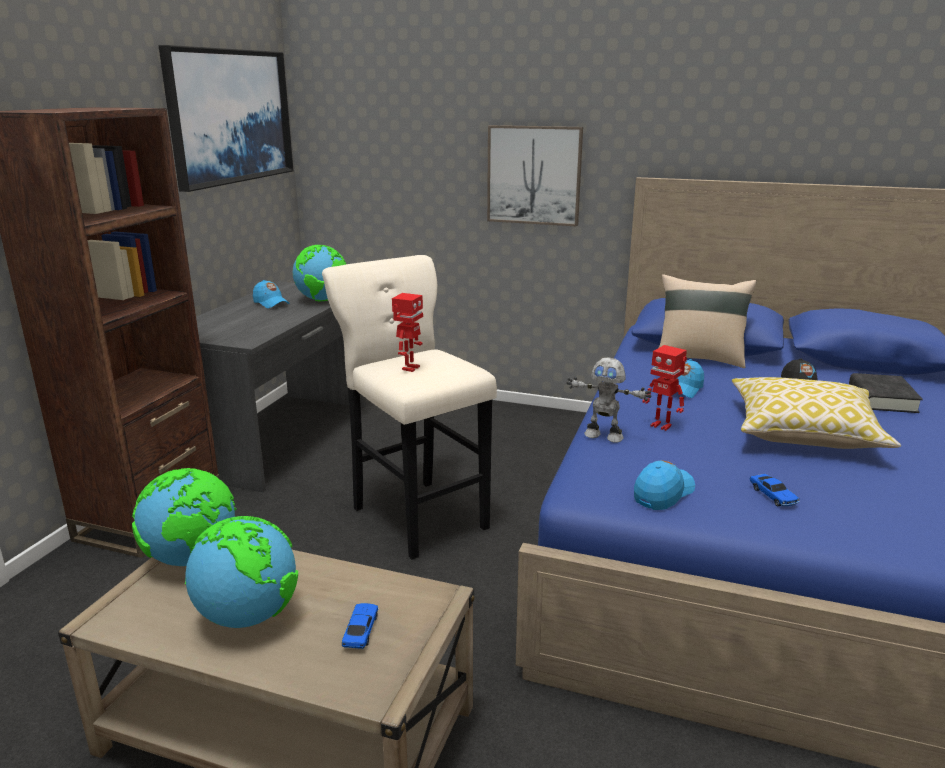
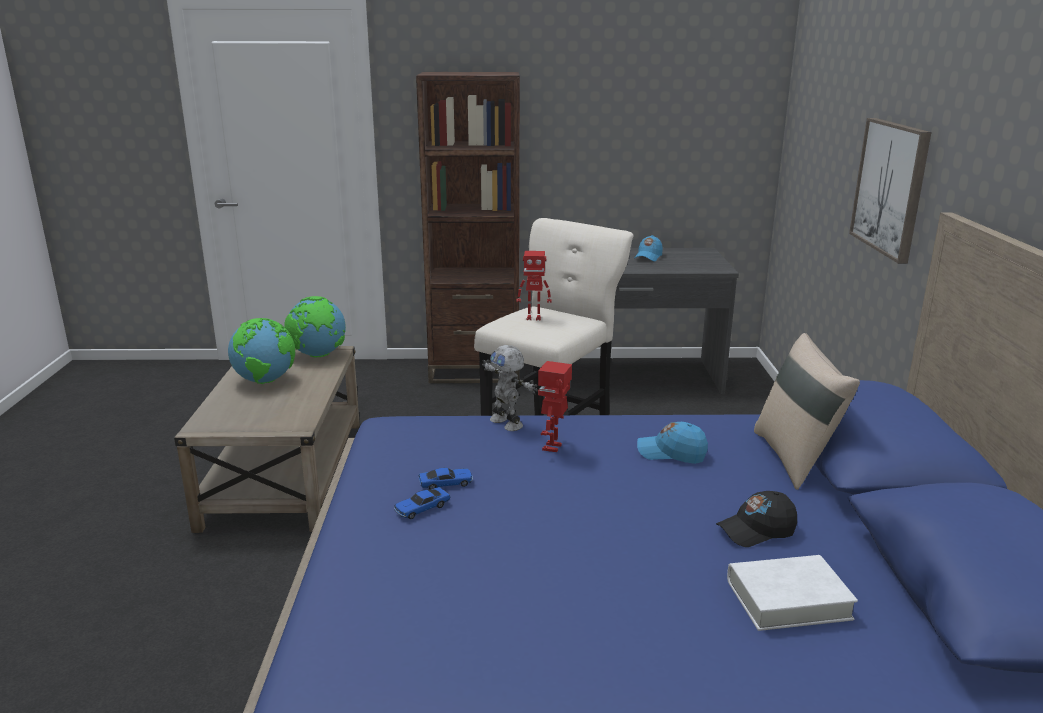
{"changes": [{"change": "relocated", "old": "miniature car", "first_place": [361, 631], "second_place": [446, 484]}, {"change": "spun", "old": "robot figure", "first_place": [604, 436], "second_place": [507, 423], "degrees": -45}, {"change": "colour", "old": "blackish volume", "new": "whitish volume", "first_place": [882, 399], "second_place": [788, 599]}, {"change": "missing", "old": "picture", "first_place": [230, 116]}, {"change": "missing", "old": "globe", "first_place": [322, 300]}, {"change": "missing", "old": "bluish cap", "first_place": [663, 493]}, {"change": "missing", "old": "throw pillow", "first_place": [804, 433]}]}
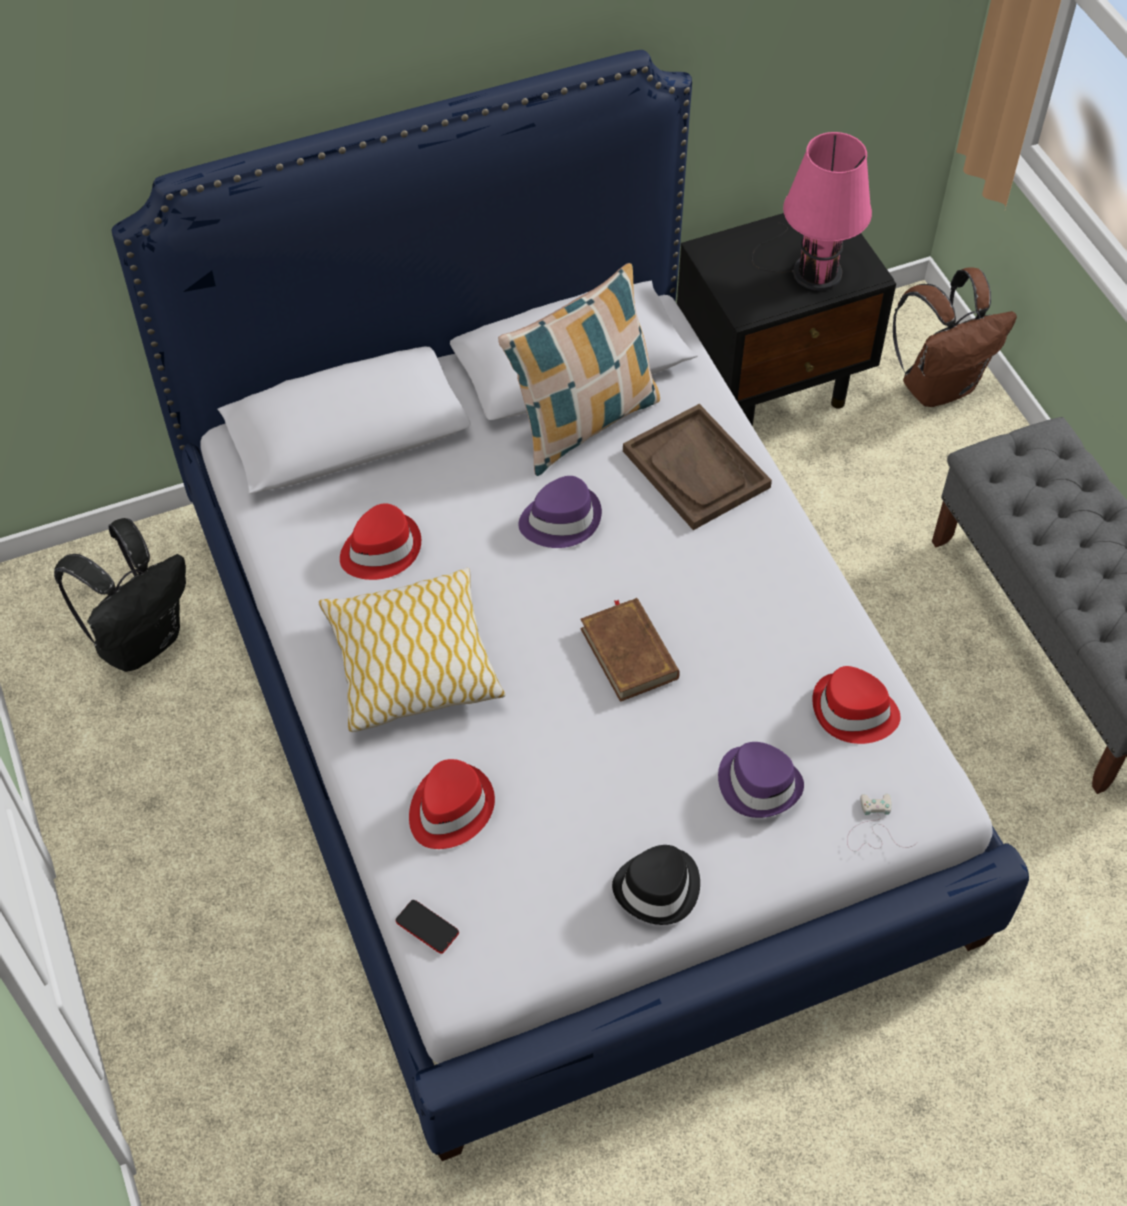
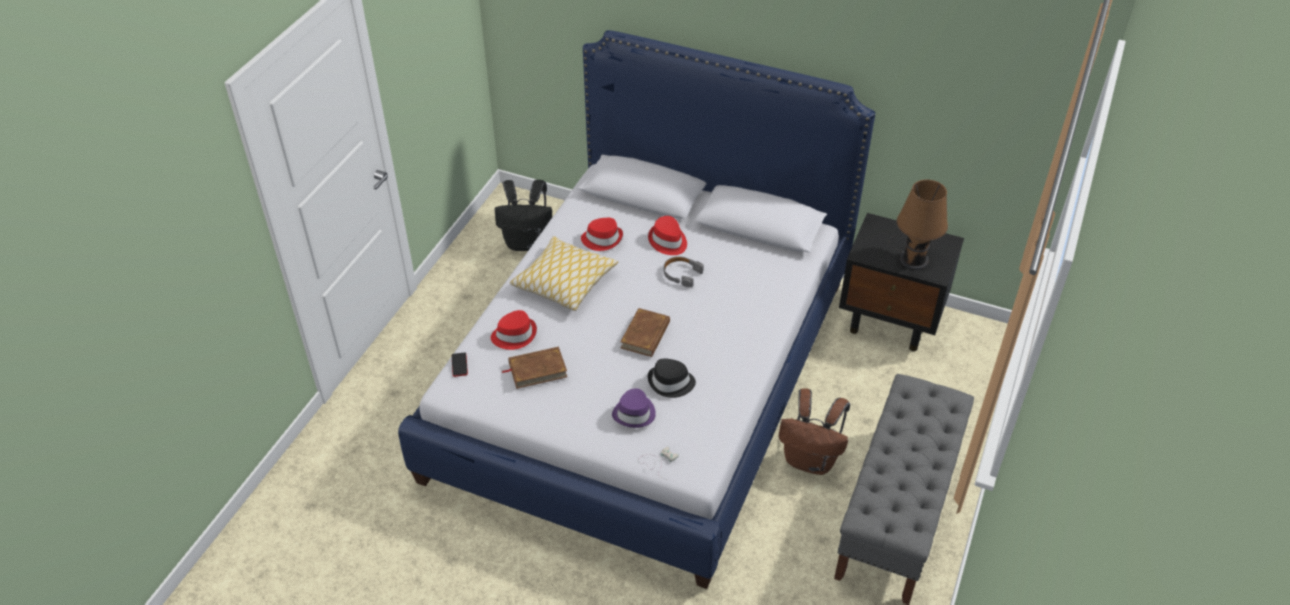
{"changes": [{"change": "appeared", "new": "brown-coloured volume", "second_place": [537, 370]}, {"change": "relocated", "old": "reddish hat", "first_place": [854, 712], "second_place": [667, 241]}, {"change": "relocated", "old": "blackish hat", "first_place": [658, 888], "second_place": [671, 383]}, {"change": "exchanged", "old": "purple hat", "new": "grey headphones", "first_place": [560, 519], "second_place": [681, 274]}, {"change": "relocated", "old": "brown-coloured backpack", "first_place": [939, 385], "second_place": [811, 460]}, {"change": "colour", "old": "pink tabletop lamp", "new": "brown-coloured tabletop lamp", "first_place": [811, 270], "second_place": [912, 257]}, {"change": "missing", "old": "throw pillow", "first_place": [583, 422]}, {"change": "missing", "old": "brown-coloured carrying tray", "first_place": [696, 469]}]}
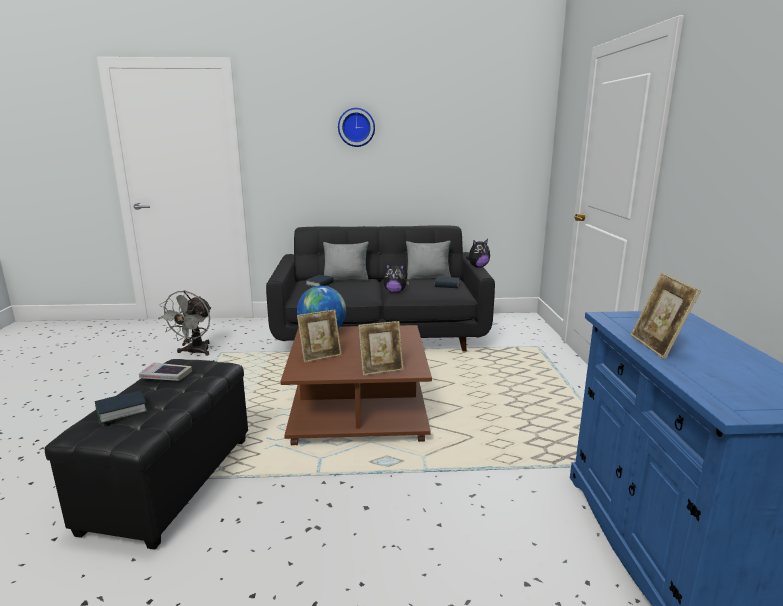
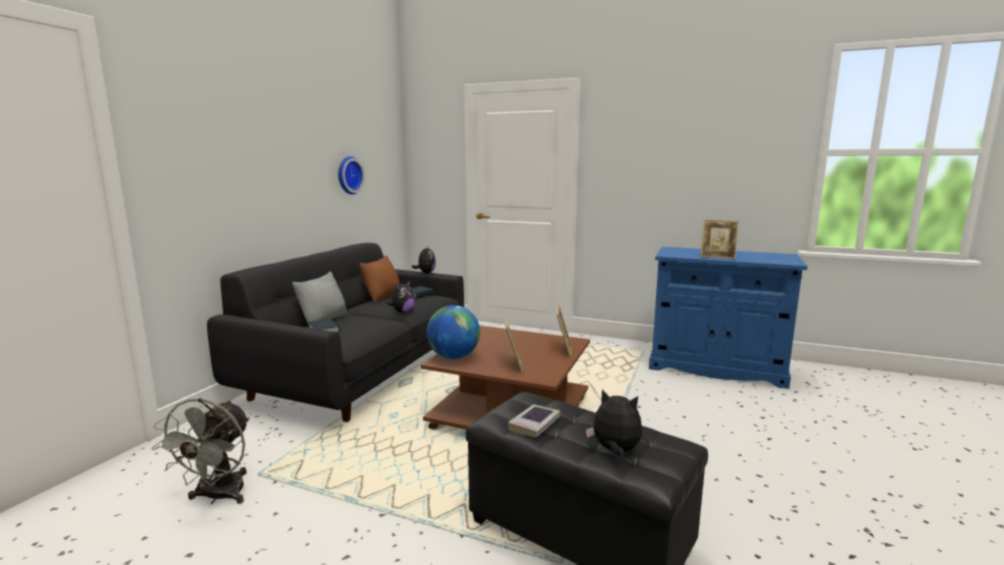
{"changes": [{"change": "spun", "old": "grey fan", "first_place": [194, 352], "second_place": [218, 497], "degrees": 60}, {"change": "relocated", "old": "hanging clock", "first_place": [356, 127], "second_place": [348, 175]}, {"change": "colour", "old": "grey throw pillow", "new": "brown-coloured throw pillow", "first_place": [428, 278], "second_place": [382, 296]}, {"change": "exchanged", "old": "volume", "new": "plush toy", "first_place": [121, 411], "second_place": [615, 451]}]}
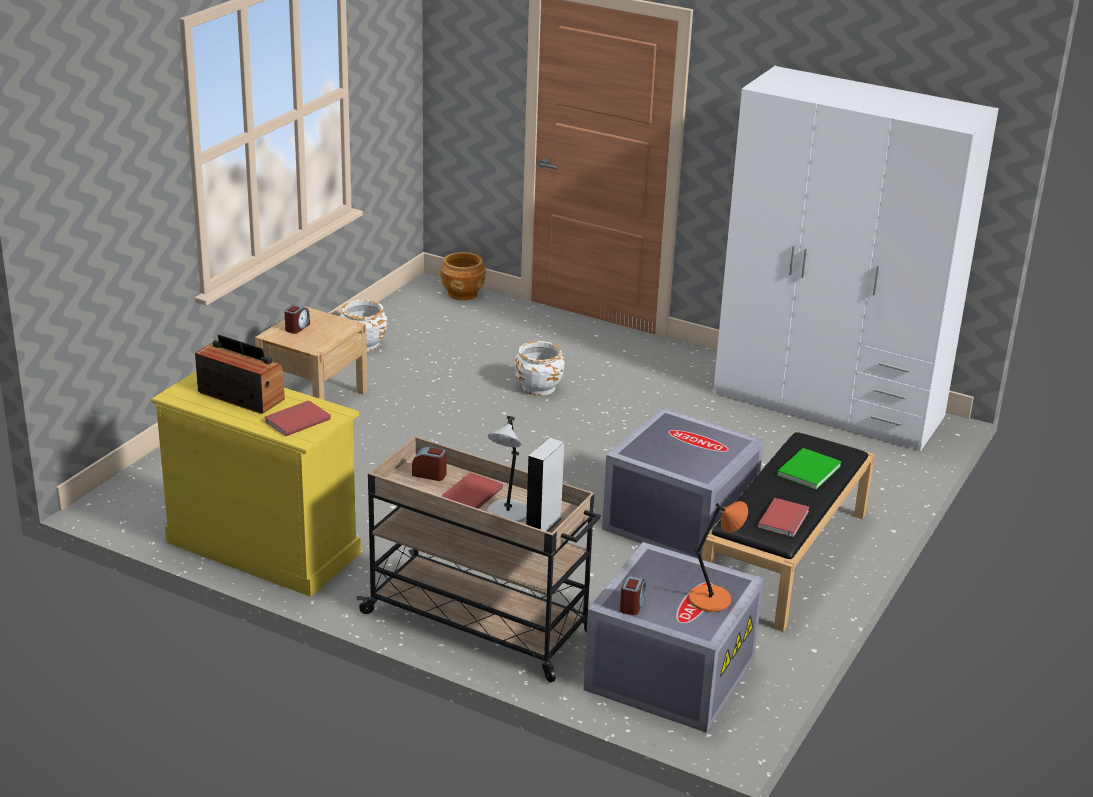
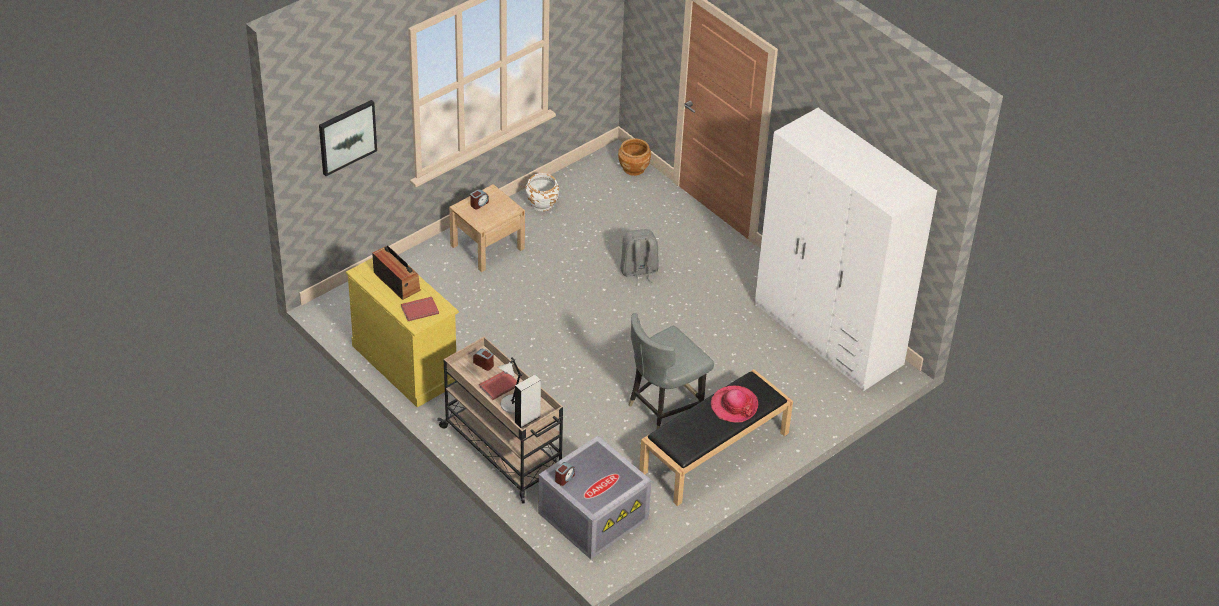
{"changes": [{"change": "appeared", "new": "picture", "second_place": [347, 136]}, {"change": "exchanged", "old": "whitish flower pot", "new": "grey backpack", "first_place": [538, 387], "second_place": [639, 272]}, {"change": "exchanged", "old": "grey storage box", "new": "grey plain chair", "first_place": [676, 521], "second_place": [663, 407]}, {"change": "exchanged", "old": "greenish volume", "new": "hat", "first_place": [806, 471], "second_place": [734, 405]}, {"change": "missing", "old": "orange-coloured tabletop lamp", "first_place": [712, 598]}, {"change": "missing", "old": "reddish volume", "first_place": [785, 520]}]}
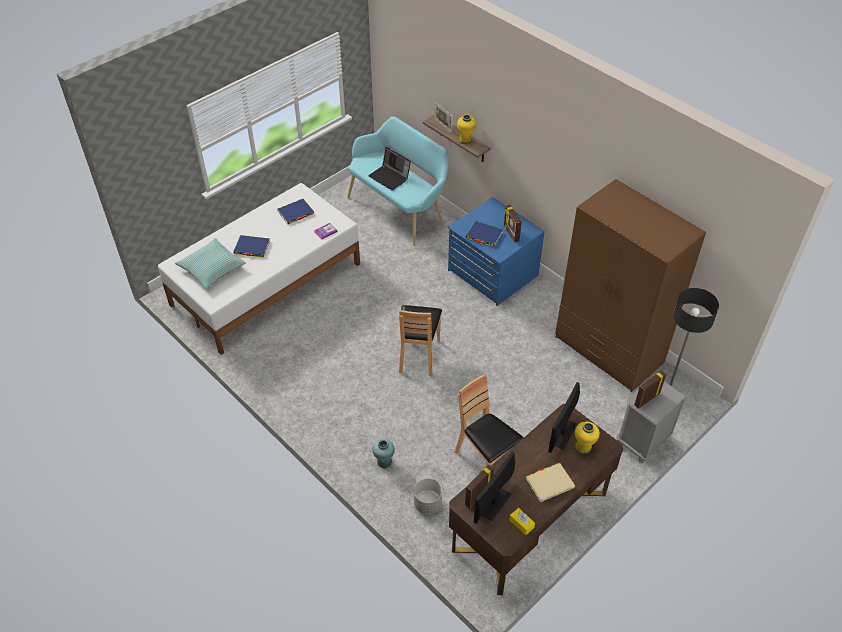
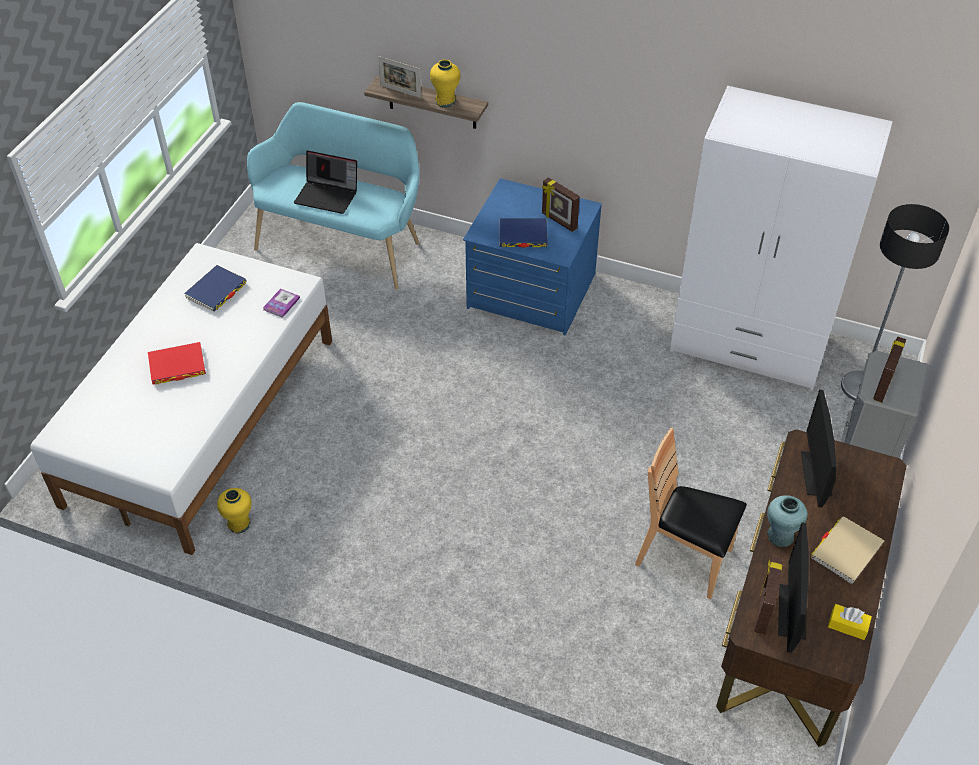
{"changes": [{"change": "colour", "old": "bluish volume", "new": "reddish volume", "first_place": [252, 248], "second_place": [177, 366]}, {"change": "relocated", "old": "yellow flower vase", "first_place": [583, 446], "second_place": [239, 523]}, {"change": "colour", "old": "brown-coloured clothes cupboard", "new": "whitish clothes cupboard", "first_place": [608, 350], "second_place": [749, 344]}, {"change": "relocated", "old": "blue-green flower vase", "first_place": [384, 462], "second_place": [780, 536]}, {"change": "missing", "old": "throw pillow", "first_place": [212, 268]}, {"change": "missing", "old": "brown-coloured plain chair", "first_place": [418, 355]}, {"change": "missing", "old": "grey flower pot", "first_place": [427, 504]}]}
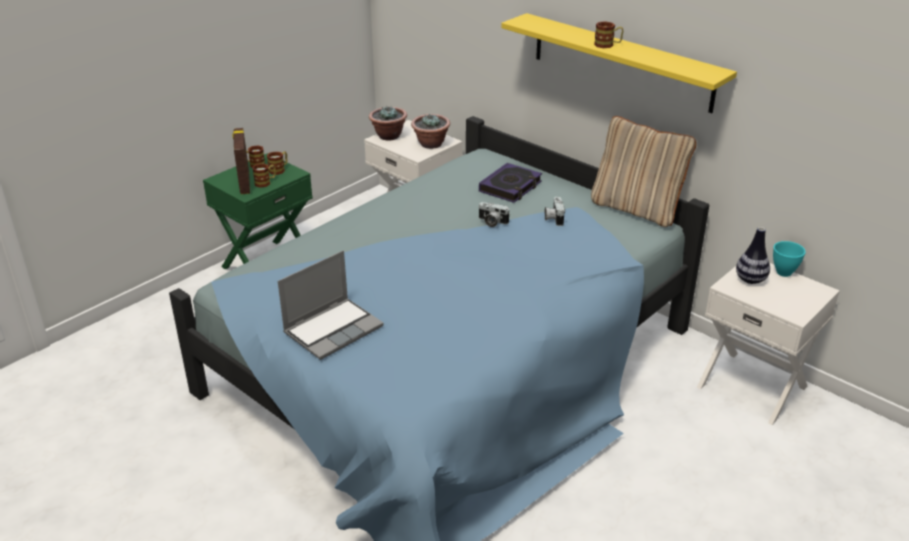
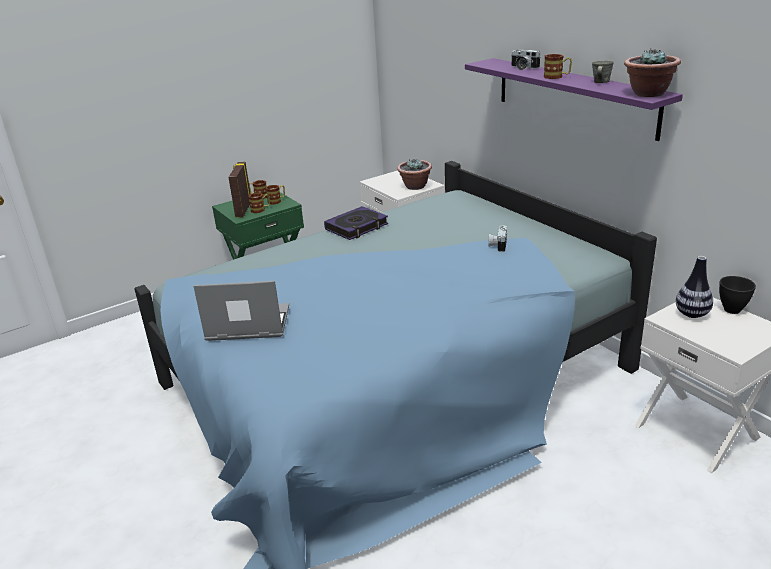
{"changes": [{"change": "spun", "old": "notebook computer", "first_place": [333, 329], "second_place": [247, 325], "degrees": -150}, {"change": "relocated", "old": "volume", "first_place": [510, 187], "second_place": [356, 227]}, {"change": "colour", "old": "yellow bracket shelf", "new": "purple bracket shelf", "first_place": [621, 62], "second_place": [574, 96]}, {"change": "relocated", "old": "photo camera", "first_place": [492, 222], "second_place": [523, 68]}, {"change": "appeared", "new": "grey coffee mug", "second_place": [600, 82]}, {"change": "relocated", "old": "potted plant", "first_place": [388, 136], "second_place": [648, 93]}, {"change": "colour", "old": "blue-green serving bowl", "new": "blackish serving bowl", "first_place": [784, 273], "second_place": [732, 310]}, {"change": "missing", "old": "beige throw pillow", "first_place": [636, 209]}]}
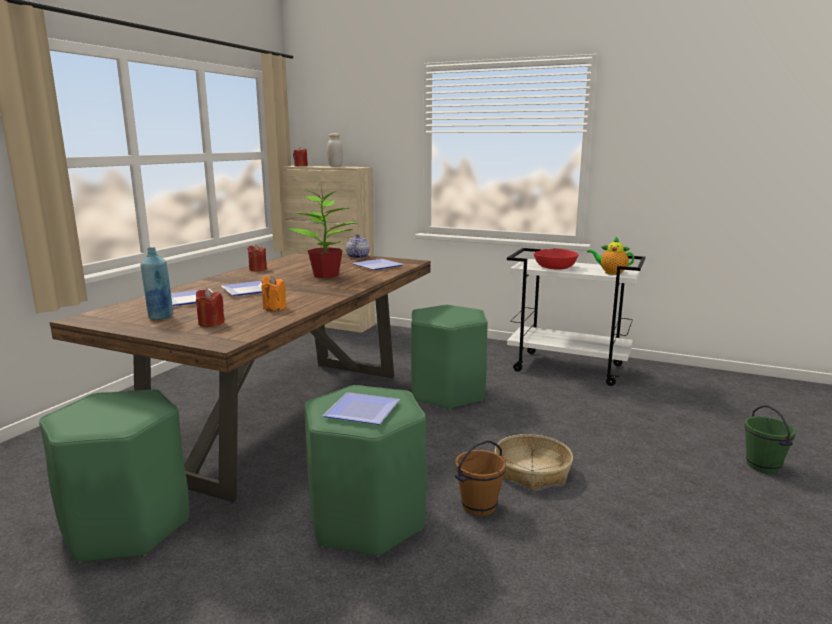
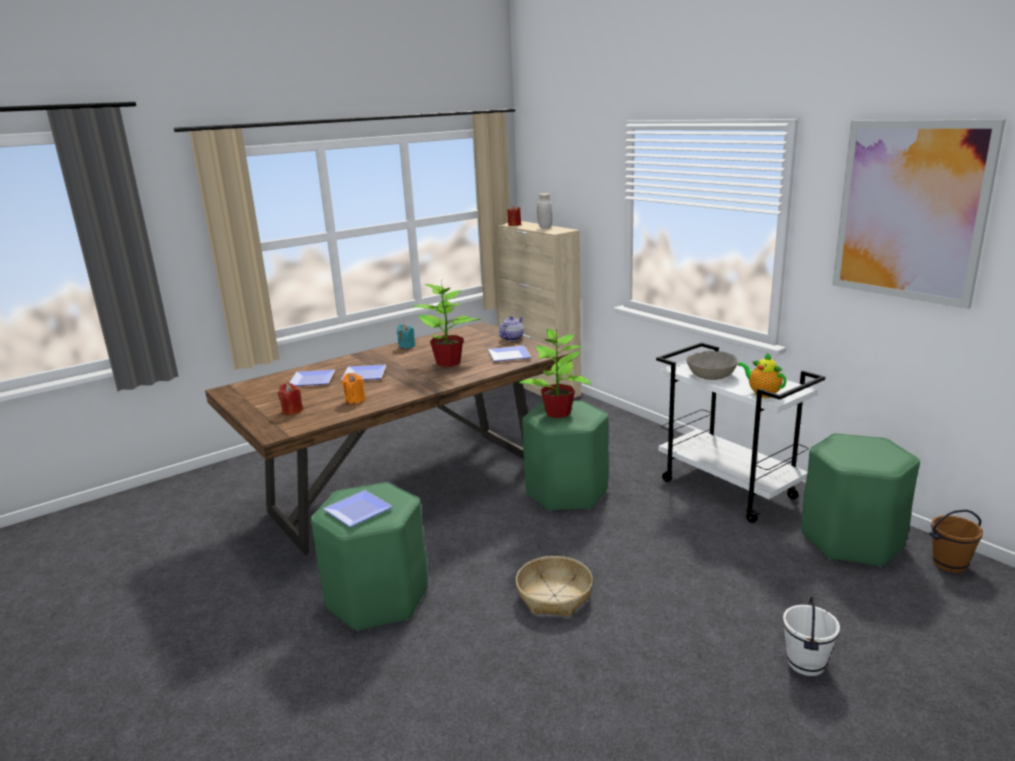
{"changes": [{"change": "colour", "old": "reddish candle", "new": "blue-green candle", "first_place": [258, 269], "second_place": [406, 346]}, {"change": "appeared", "new": "potted plant", "second_place": [558, 413]}, {"change": "colour", "old": "reddish serving bowl", "new": "grey serving bowl", "first_place": [555, 267], "second_place": [711, 375]}, {"change": "colour", "old": "greenish pail", "new": "whitish pail", "first_place": [763, 466], "second_place": [806, 664]}, {"change": "relocated", "old": "greenish stool seat", "first_place": [126, 526], "second_place": [851, 541]}, {"change": "appeared", "new": "picture", "second_place": [910, 211]}, {"change": "relocated", "old": "brown-coloured pail", "first_place": [478, 506], "second_place": [949, 564]}, {"change": "missing", "old": "bluish beverage bottle", "first_place": [160, 317]}]}
